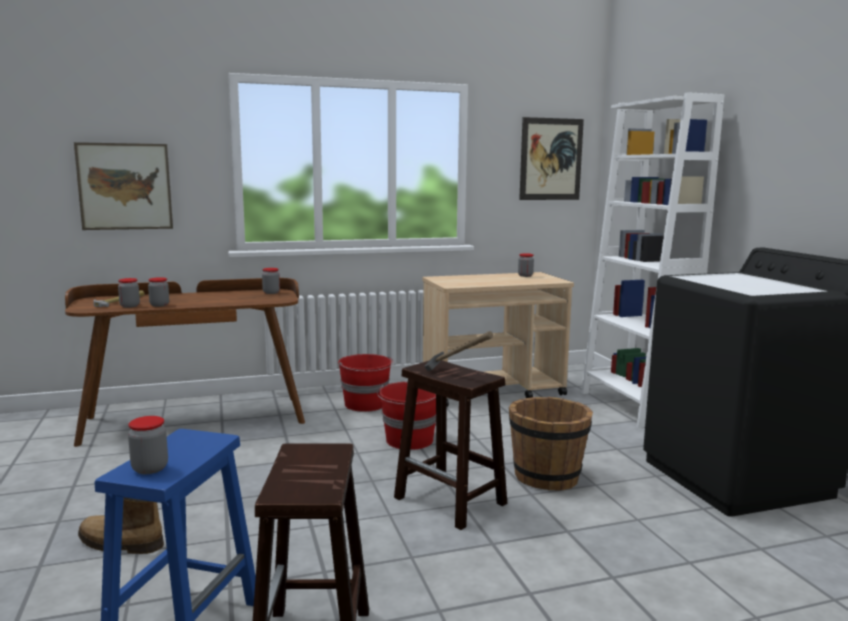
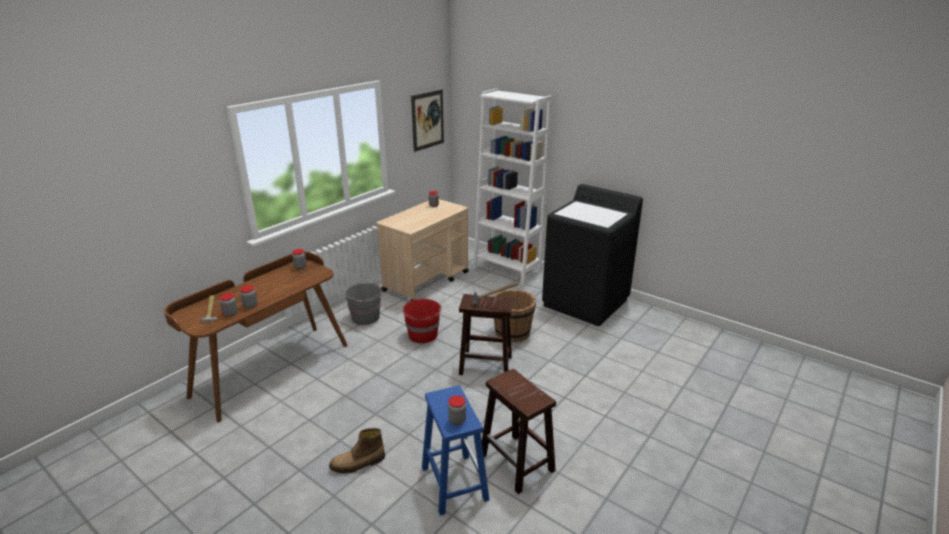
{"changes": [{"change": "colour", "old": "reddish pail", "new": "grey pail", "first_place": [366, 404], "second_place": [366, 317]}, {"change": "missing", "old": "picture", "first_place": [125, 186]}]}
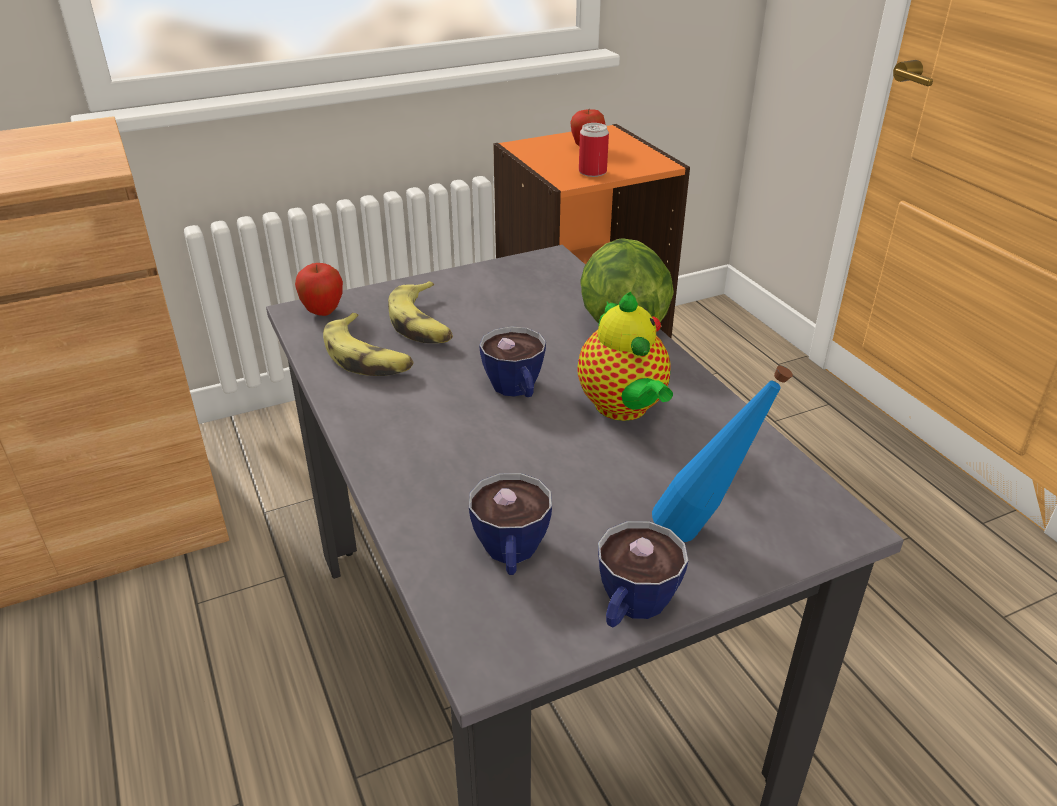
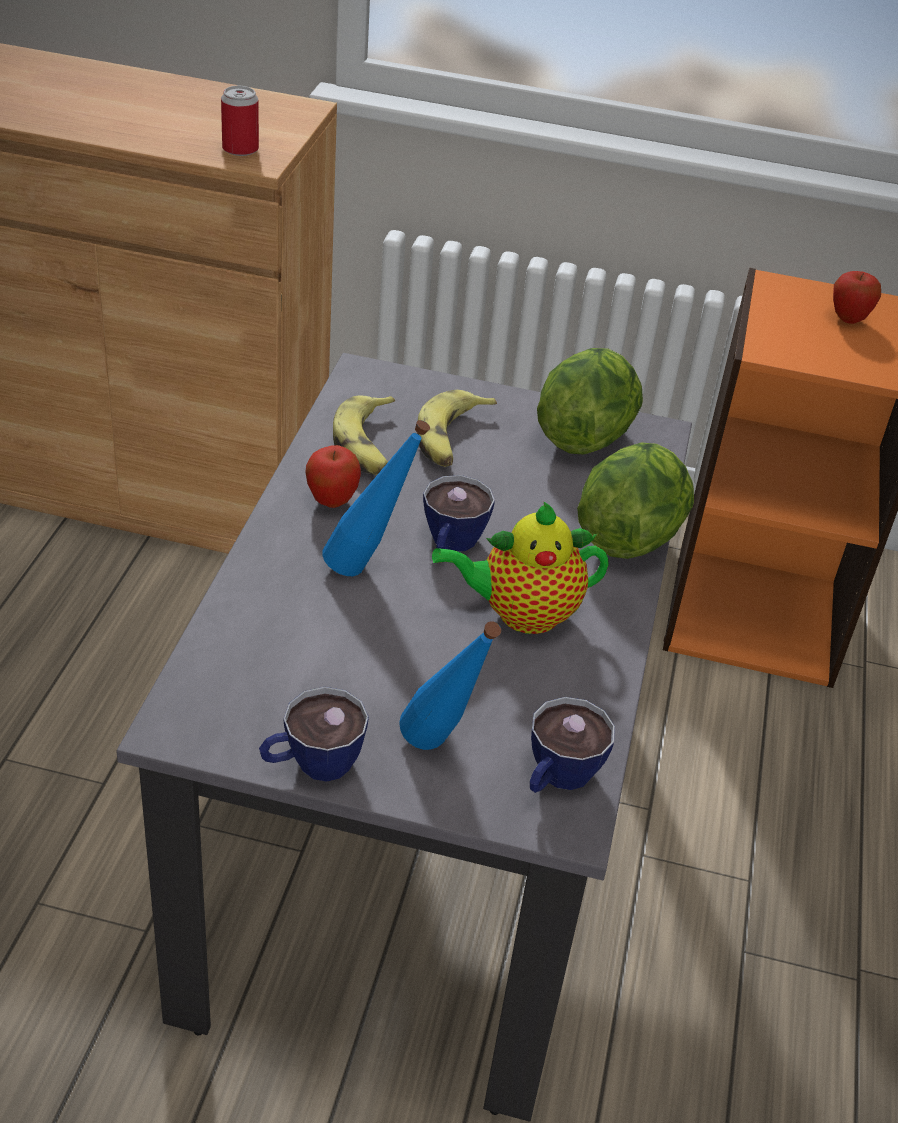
{"changes": [{"change": "relocated", "old": "can", "first_place": [592, 172], "second_place": [240, 149]}, {"change": "relocated", "old": "apple", "first_place": [323, 312], "second_place": [332, 501]}, {"change": "appeared", "new": "bluish beverage bottle", "second_place": [369, 568]}, {"change": "spun", "old": "tea pot", "first_place": [623, 408], "second_place": [521, 614], "degrees": 60}, {"change": "relocated", "old": "small cup", "first_place": [511, 555], "second_place": [557, 778]}, {"change": "appeared", "new": "lettuce", "second_place": [585, 436]}]}
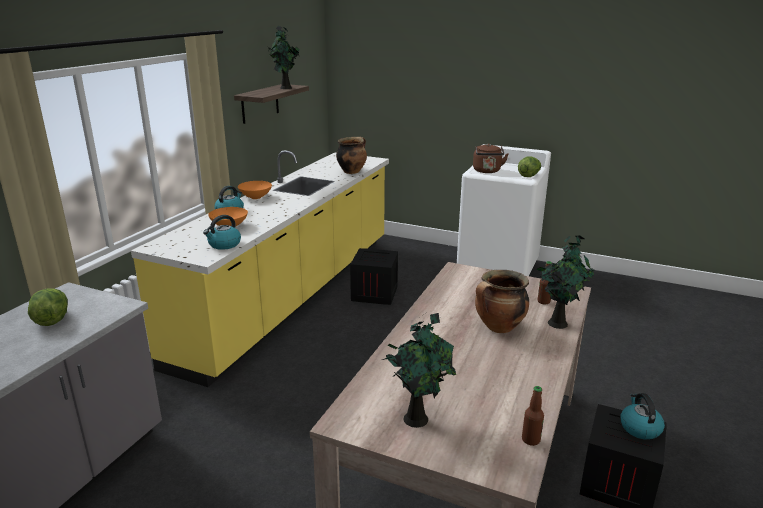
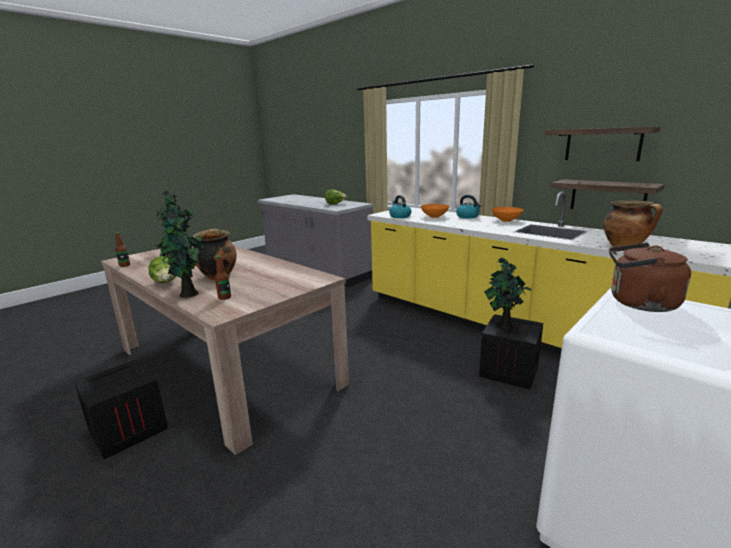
{"changes": [{"change": "relocated", "old": "lettuce", "first_place": [529, 175], "second_place": [166, 283]}, {"change": "relocated", "old": "potted plant", "first_place": [286, 88], "second_place": [503, 326]}, {"change": "appeared", "new": "bracket shelf", "second_place": [607, 196]}, {"change": "missing", "old": "water kettle", "first_place": [639, 428]}]}
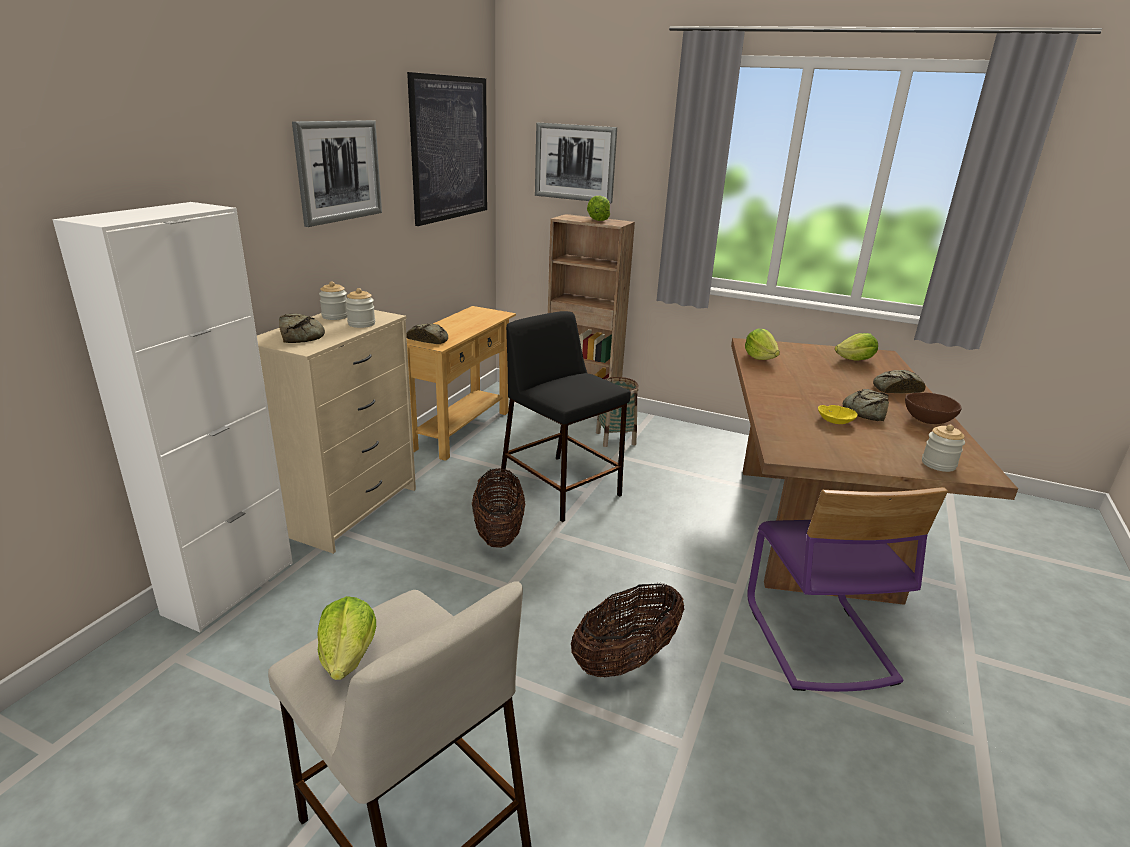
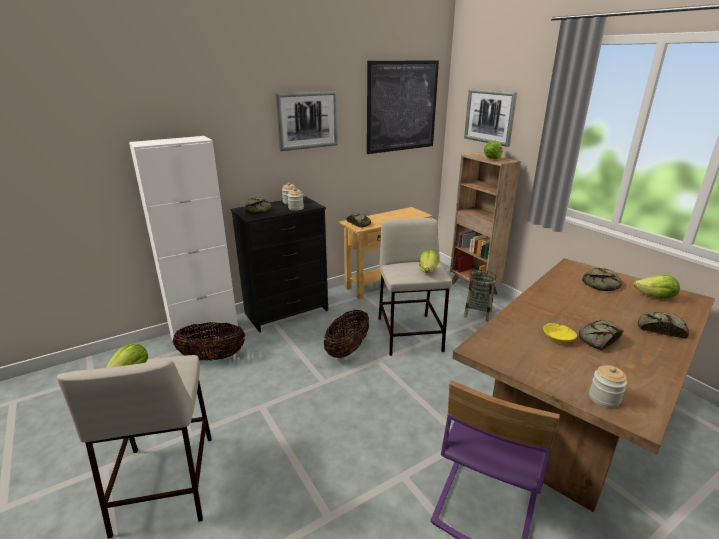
{"changes": [{"change": "relocated", "old": "household basket", "first_place": [626, 659], "second_place": [212, 357]}, {"change": "colour", "old": "beige drawer chest", "new": "blackish drawer chest", "first_place": [349, 510], "second_place": [286, 312]}, {"change": "colour", "old": "blackish stool seat", "new": "beige stool seat", "first_place": [561, 487], "second_place": [410, 334]}, {"change": "relocated", "old": "lettuce", "first_place": [760, 358], "second_place": [428, 271]}, {"change": "appeared", "new": "bakery bread", "second_place": [602, 284]}, {"change": "missing", "old": "brown-coloured serving bowl", "first_place": [927, 421]}]}
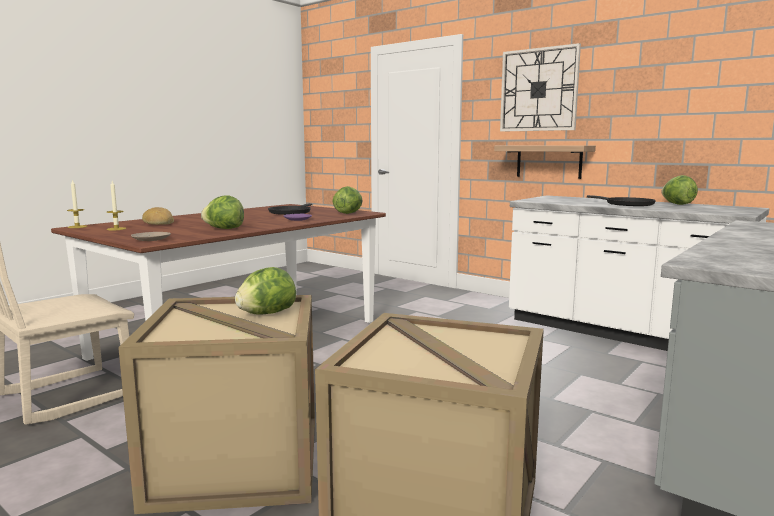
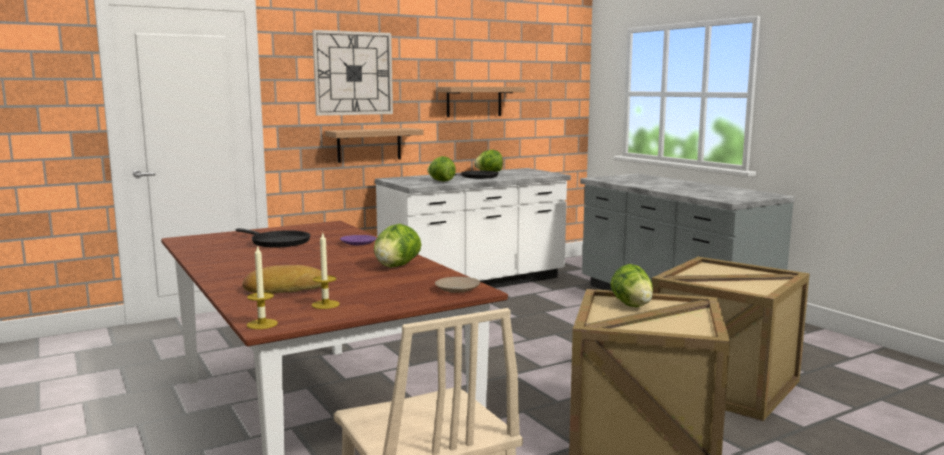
{"changes": [{"change": "relocated", "old": "lettuce", "first_place": [348, 213], "second_place": [441, 181]}, {"change": "appeared", "new": "bracket shelf", "second_place": [474, 101]}]}
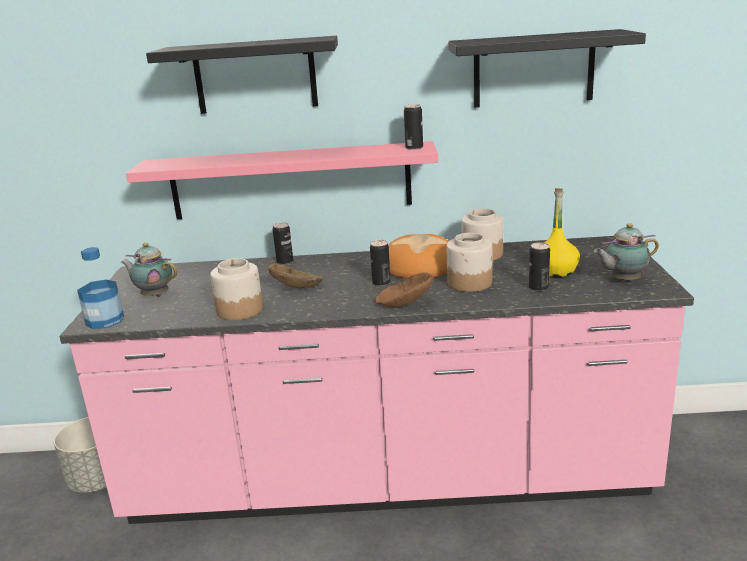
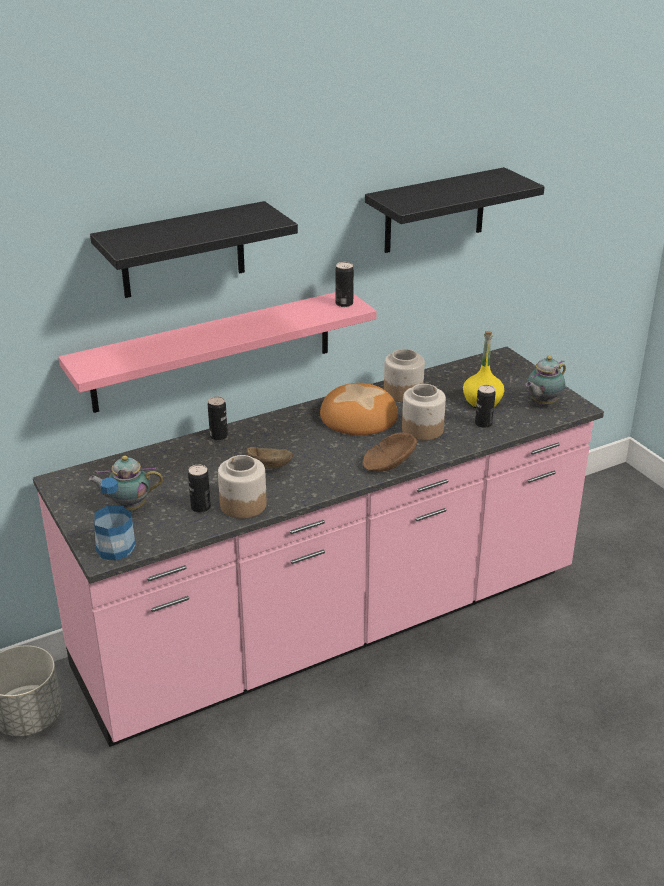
{"changes": [{"change": "relocated", "old": "can", "first_place": [381, 282], "second_place": [200, 507]}]}
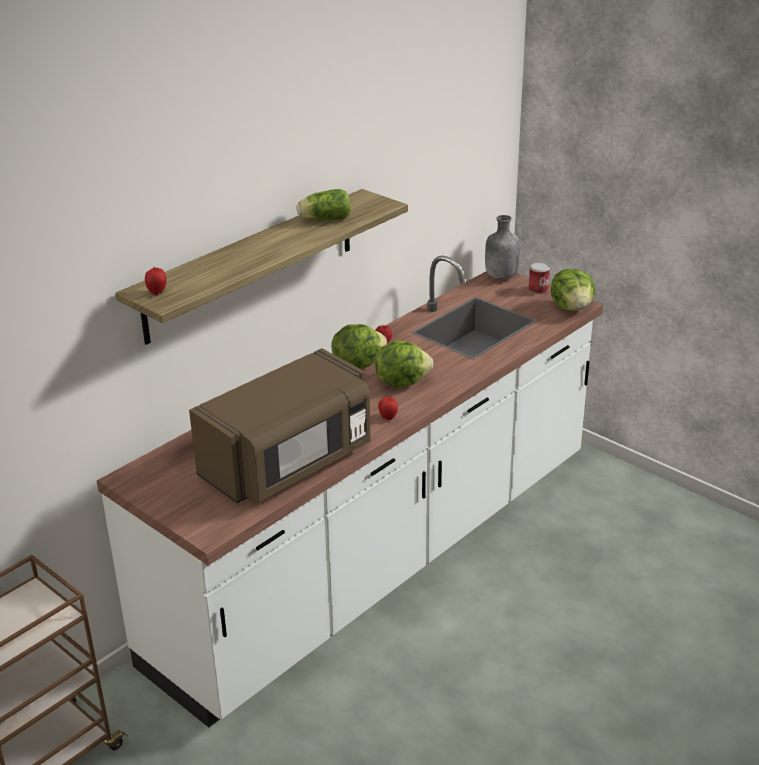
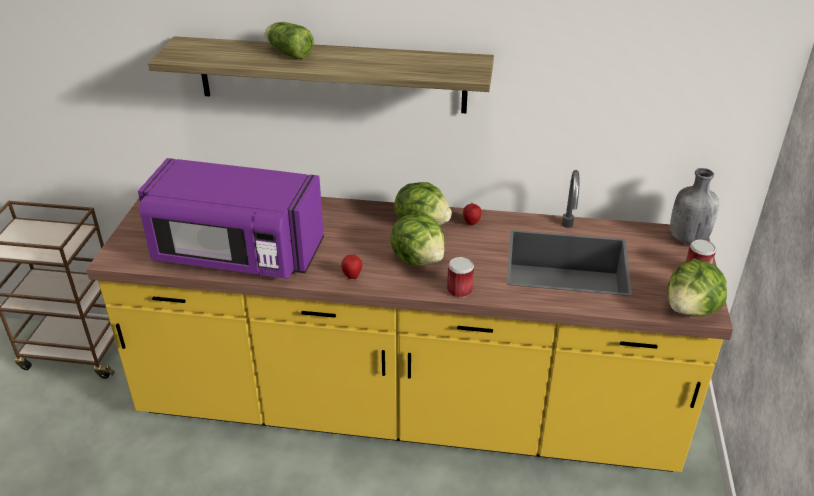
{"changes": [{"change": "colour", "old": "whitish kitchen counter", "new": "yellow kitchen counter", "first_place": [382, 558], "second_place": [407, 411]}, {"change": "colour", "old": "brown-coloured microwave oven", "new": "purple microwave oven", "first_place": [289, 463], "second_place": [236, 254]}, {"change": "relocated", "old": "lettuce", "first_place": [323, 219], "second_place": [288, 52]}, {"change": "appeared", "new": "can", "second_place": [459, 290]}, {"change": "missing", "old": "apple", "first_place": [157, 292]}]}
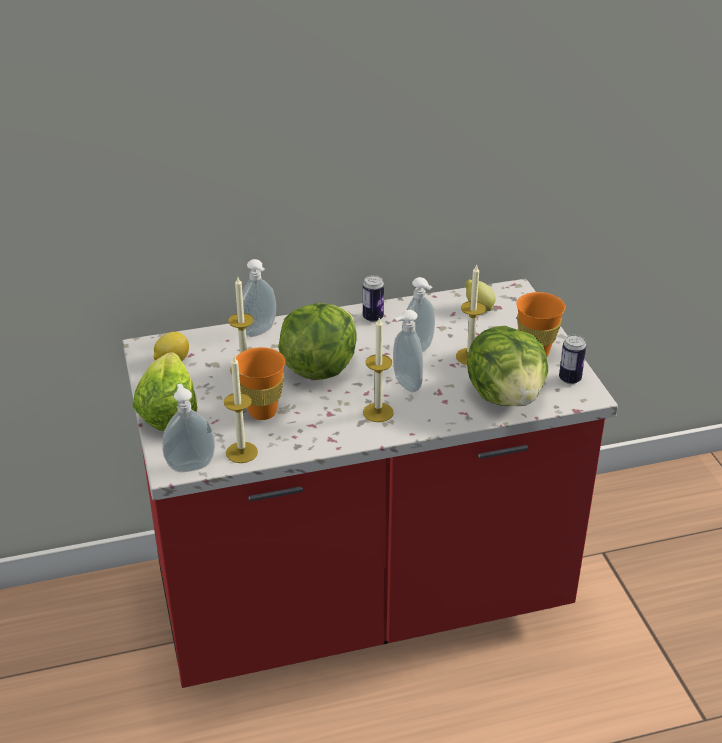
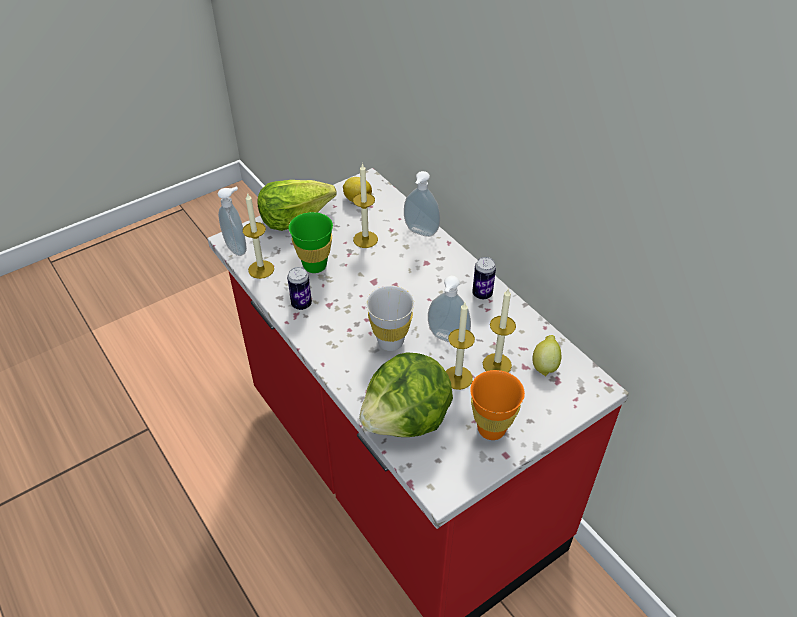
{"changes": [{"change": "relocated", "old": "can", "first_place": [570, 379], "second_place": [301, 304]}, {"change": "colour", "old": "orange-coloured small cup", "new": "greenish small cup", "first_place": [262, 412], "second_place": [315, 265]}, {"change": "exchanged", "old": "soap bottle", "new": "whitish small cup", "first_place": [405, 385], "second_place": [390, 342]}, {"change": "relocated", "old": "candle", "first_place": [378, 412], "second_place": [497, 364]}, {"change": "missing", "old": "lettuce", "first_place": [319, 367]}]}
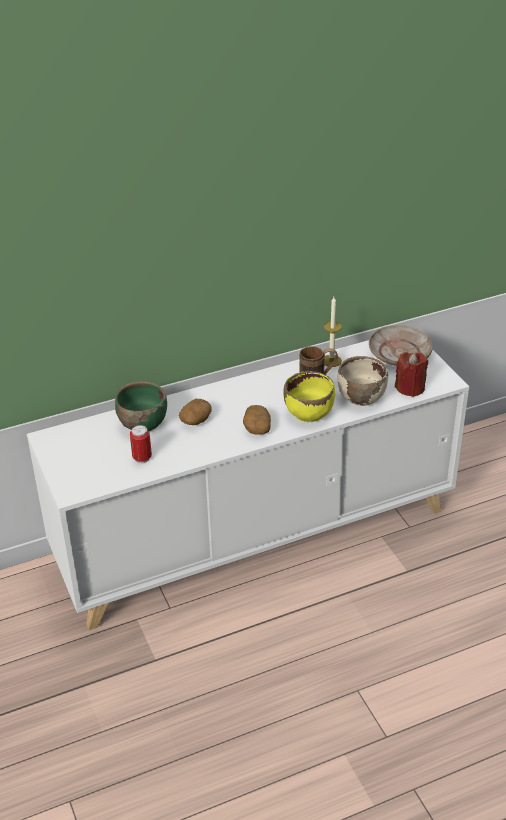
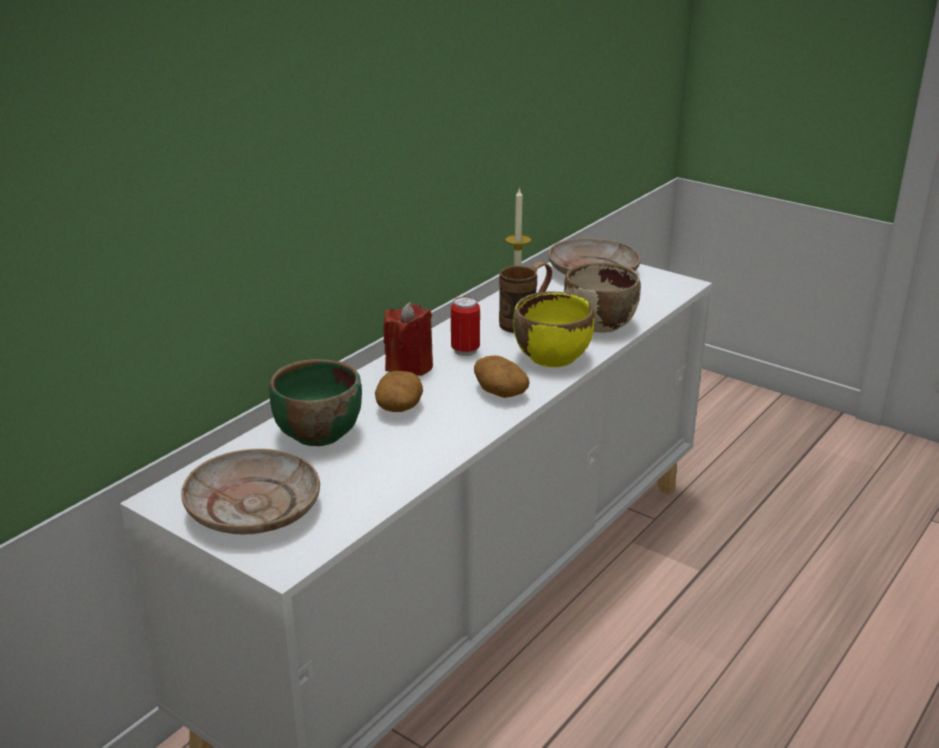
{"changes": [{"change": "appeared", "new": "beige plate", "second_place": [253, 507]}, {"change": "relocated", "old": "reddish candle", "first_place": [410, 388], "second_place": [409, 366]}, {"change": "relocated", "old": "can", "first_place": [142, 458], "second_place": [465, 350]}]}
